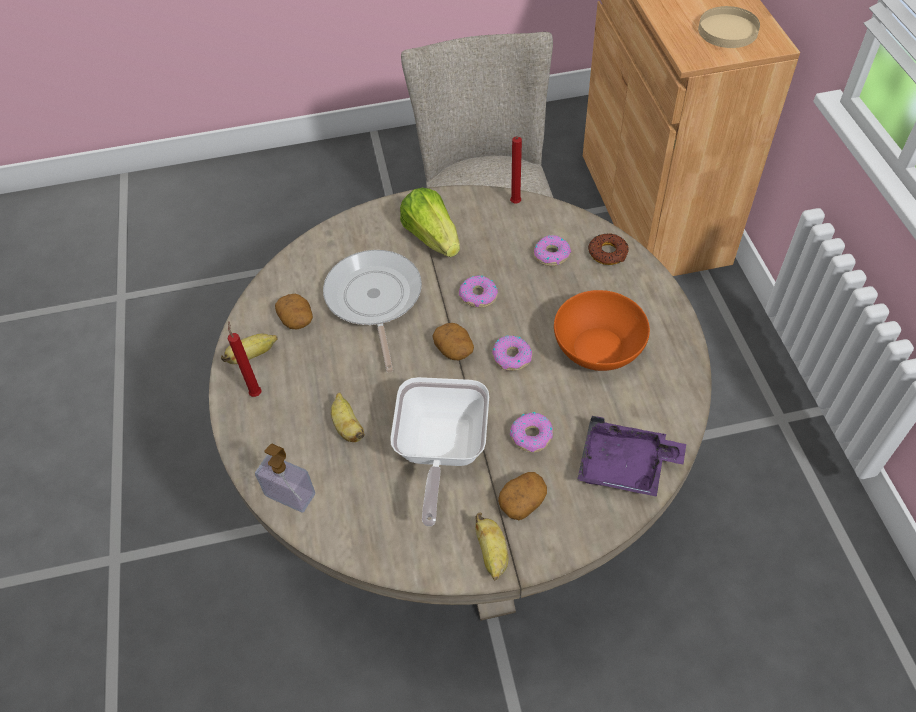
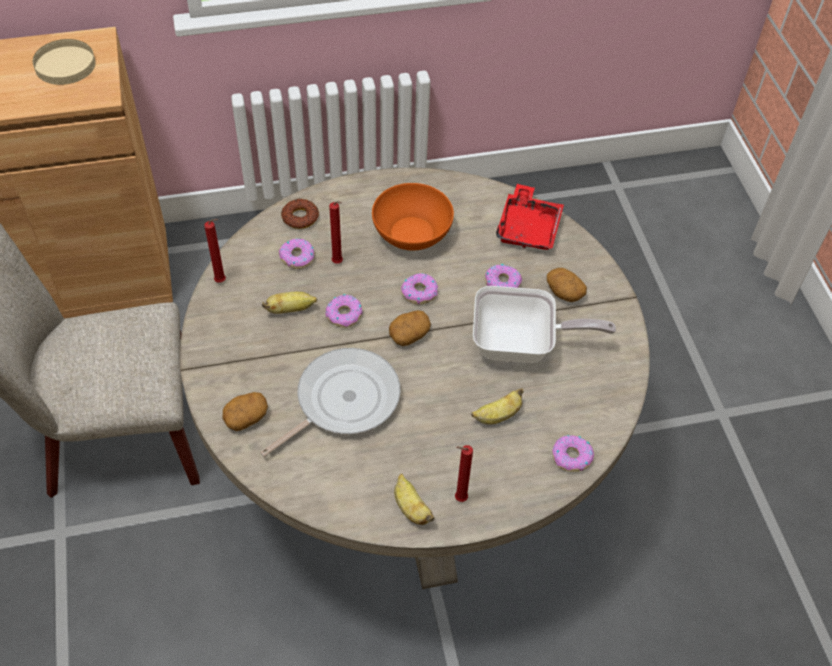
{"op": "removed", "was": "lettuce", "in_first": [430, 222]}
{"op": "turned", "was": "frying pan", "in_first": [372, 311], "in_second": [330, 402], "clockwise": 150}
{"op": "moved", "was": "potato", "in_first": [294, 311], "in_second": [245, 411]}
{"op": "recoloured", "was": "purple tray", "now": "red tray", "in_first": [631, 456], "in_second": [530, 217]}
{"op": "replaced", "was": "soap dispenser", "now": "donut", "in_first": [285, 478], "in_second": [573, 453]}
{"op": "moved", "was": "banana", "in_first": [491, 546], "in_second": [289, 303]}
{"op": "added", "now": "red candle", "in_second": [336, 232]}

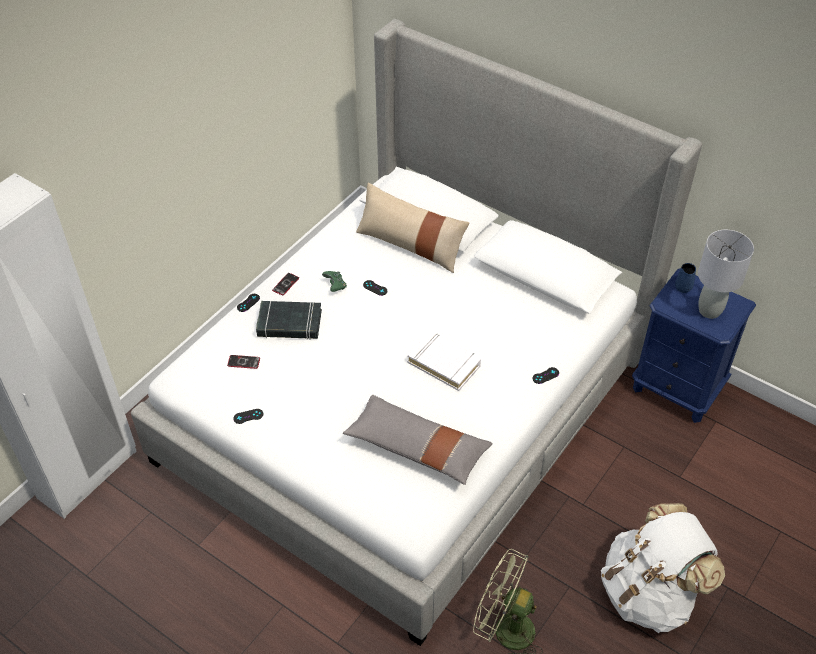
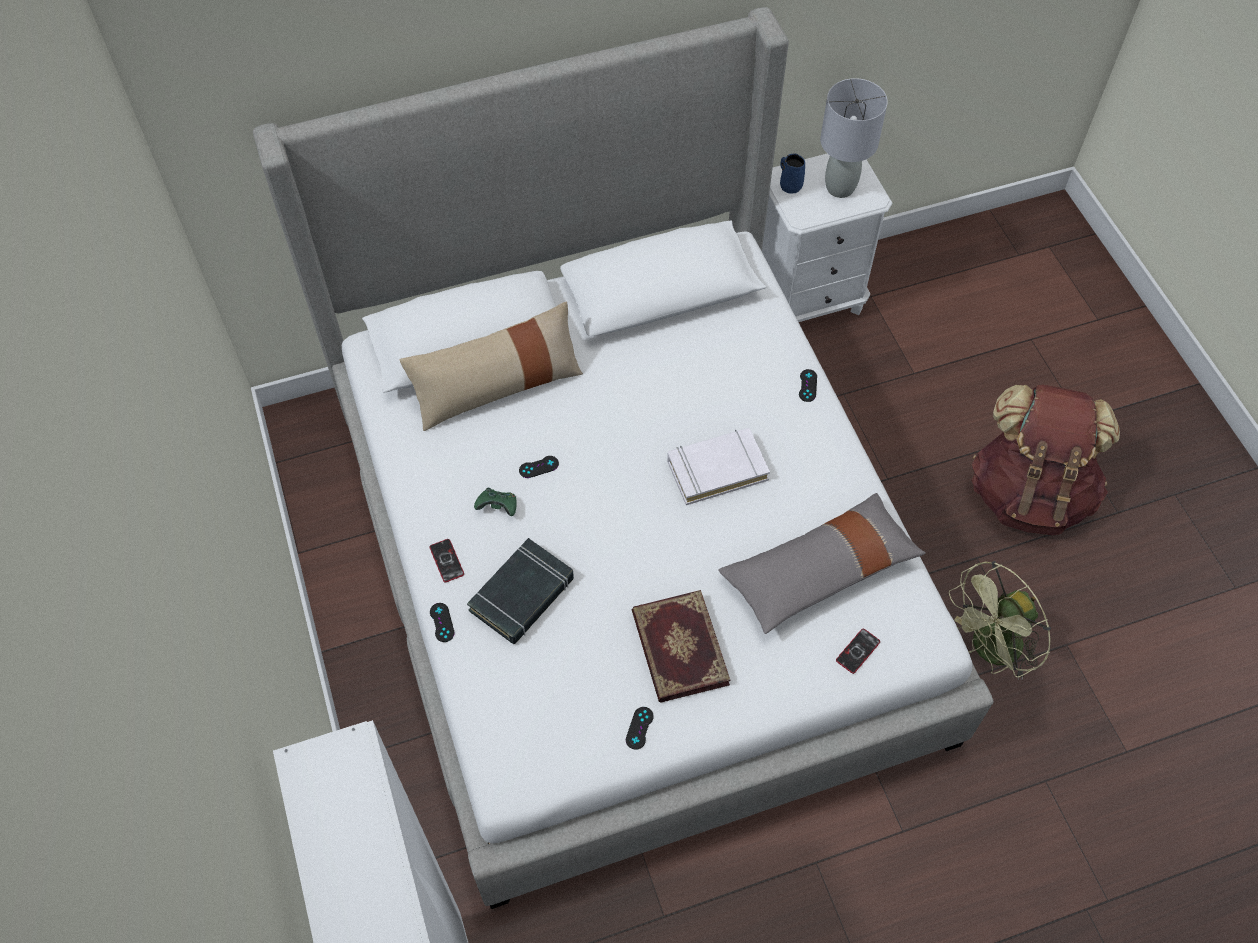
{"op": "recoloured", "was": "blue nightstand", "now": "white nightstand", "in_first": [694, 345], "in_second": [827, 238]}
{"op": "moved", "was": "phone", "in_first": [243, 362], "in_second": [858, 651]}
{"op": "recoloured", "was": "white backpack", "now": "brown backpack", "in_first": [663, 568], "in_second": [1046, 459]}
{"op": "added", "now": "book", "in_second": [681, 646]}

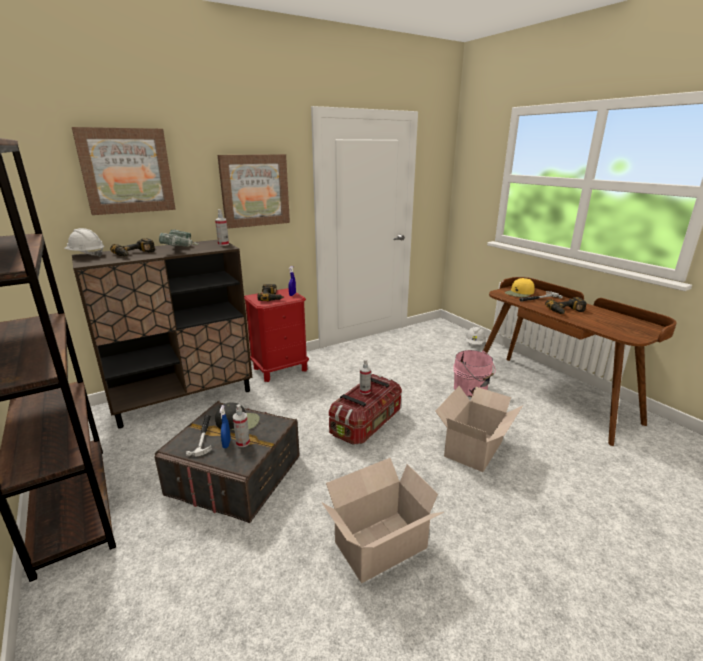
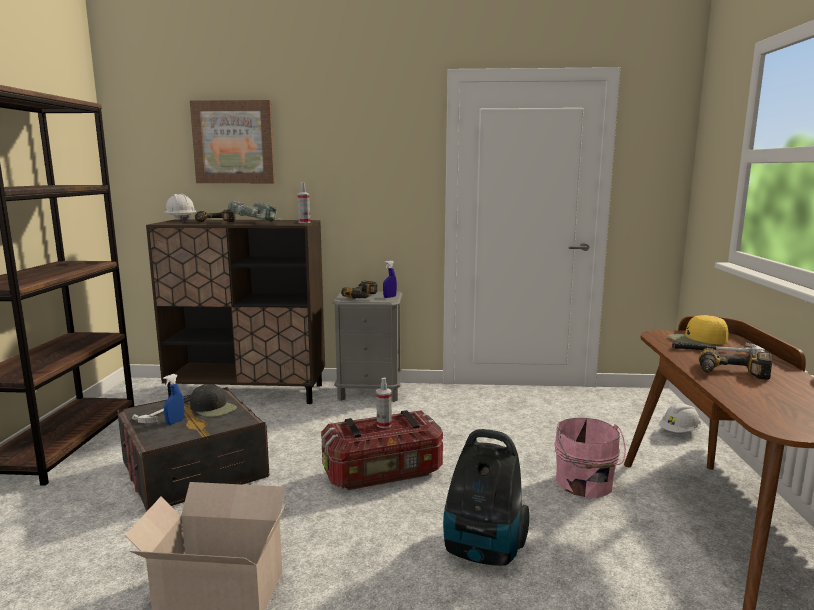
{"op": "removed", "was": "picture", "in_first": [254, 191]}
{"op": "recoloured", "was": "red nightstand", "now": "grey nightstand", "in_first": [276, 335], "in_second": [367, 346]}
{"op": "replaced", "was": "cardboard box", "now": "vacuum cleaner", "in_first": [479, 429], "in_second": [486, 497]}
{"op": "removed", "was": "spray bottle", "in_first": [241, 425]}

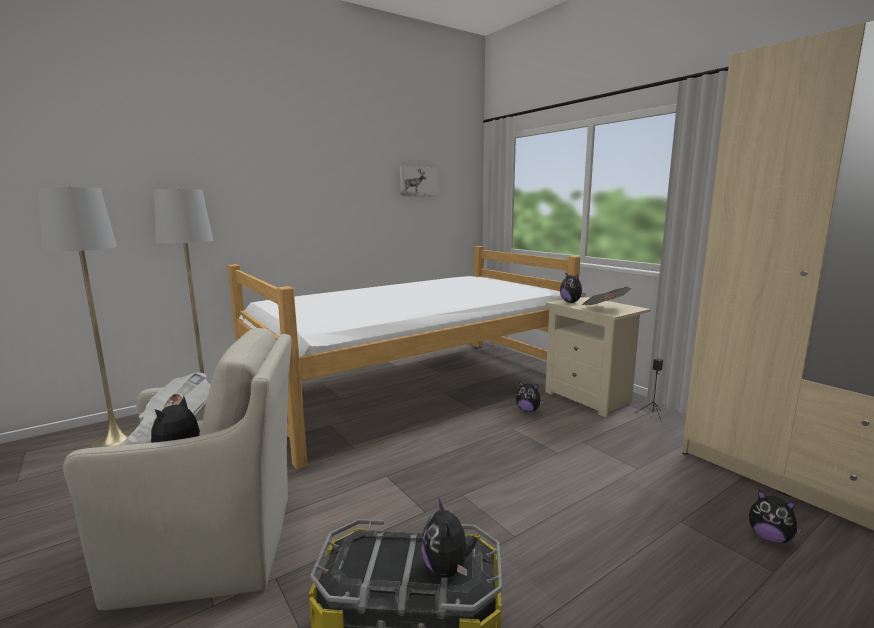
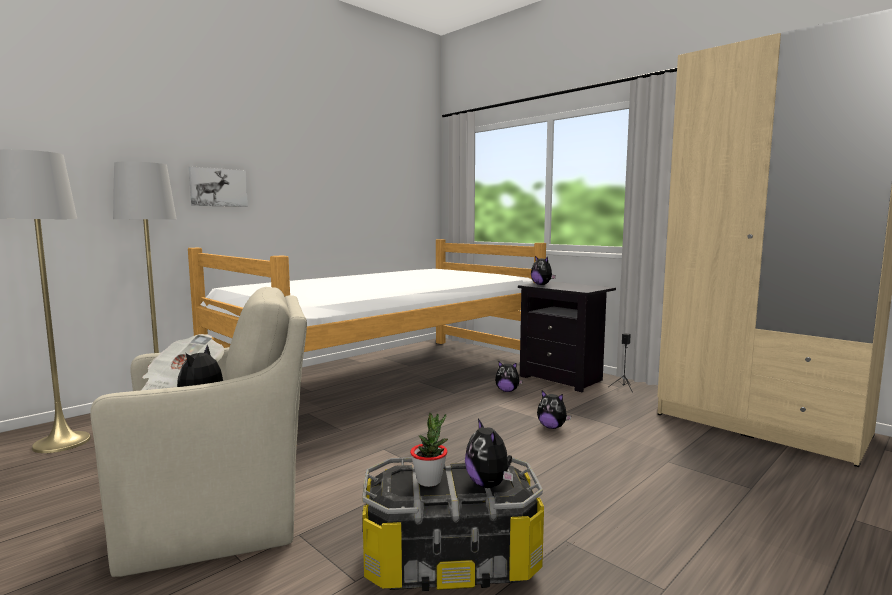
{"op": "moved", "was": "picture", "in_first": [419, 181], "in_second": [218, 186]}
{"op": "removed", "was": "newspaper", "in_first": [607, 296]}
{"op": "recoloured", "was": "beige nightstand", "now": "black nightstand", "in_first": [598, 357], "in_second": [567, 336]}
{"op": "moved", "was": "plush toy", "in_first": [775, 516], "in_second": [554, 410]}
{"op": "added", "now": "potted plant", "in_second": [429, 450]}

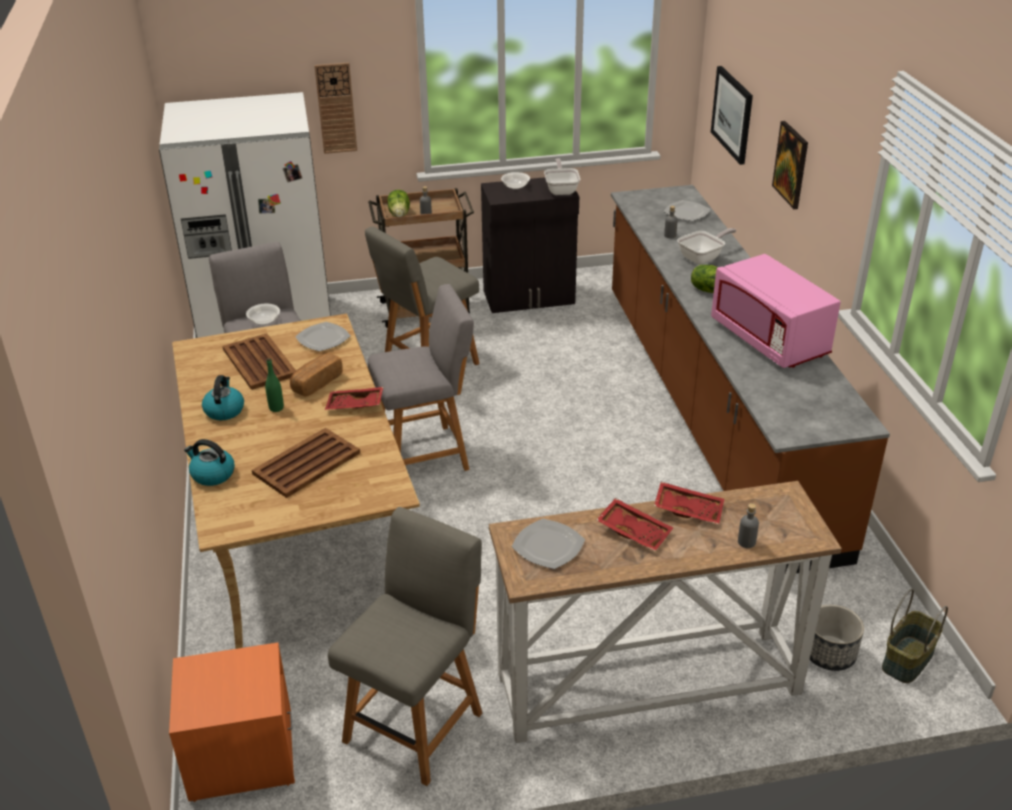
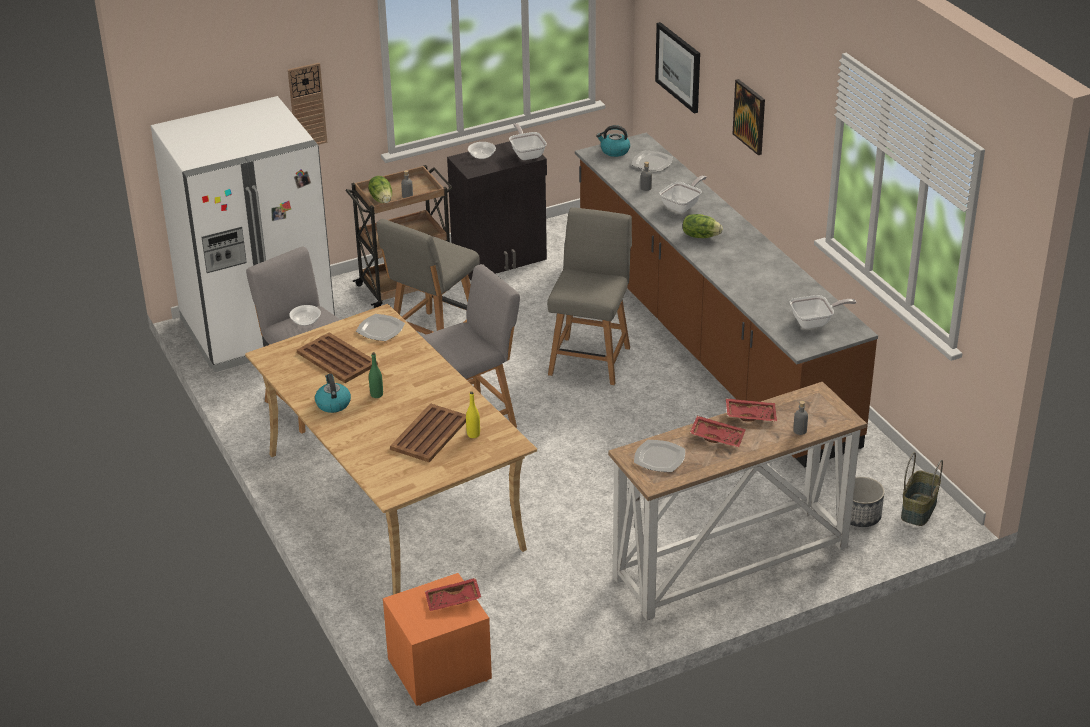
{"op": "removed", "was": "pink microwave", "in_first": [776, 311]}
{"op": "removed", "was": "bread", "in_first": [316, 375]}
{"op": "moved", "was": "red tray", "in_first": [354, 398], "in_second": [453, 594]}
{"op": "moved", "was": "kettle", "in_first": [209, 462], "in_second": [613, 141]}
{"op": "moved", "was": "grey chair", "in_first": [405, 646], "in_second": [589, 296]}
{"op": "added", "now": "frying pan", "in_second": [823, 312]}
{"op": "added", "now": "yellow bottle", "in_second": [473, 415]}

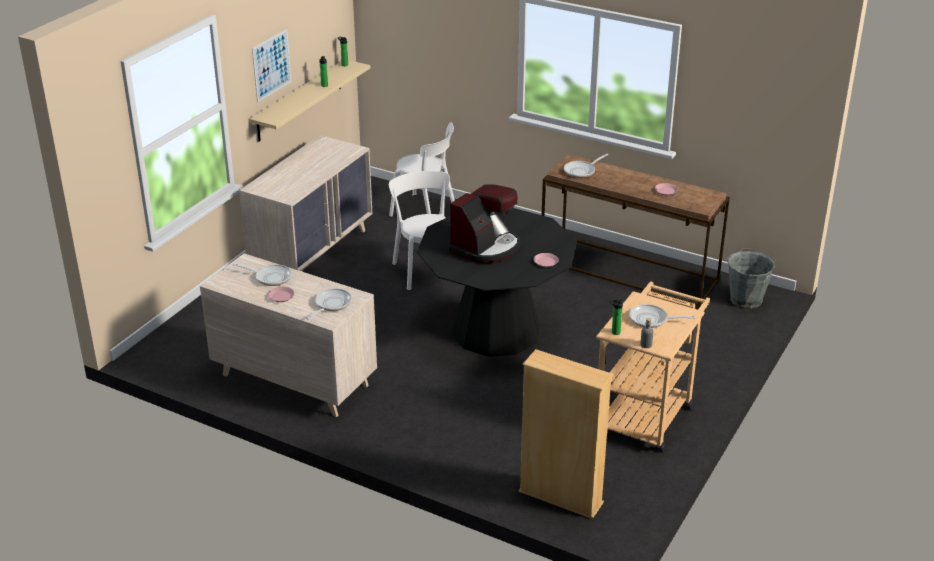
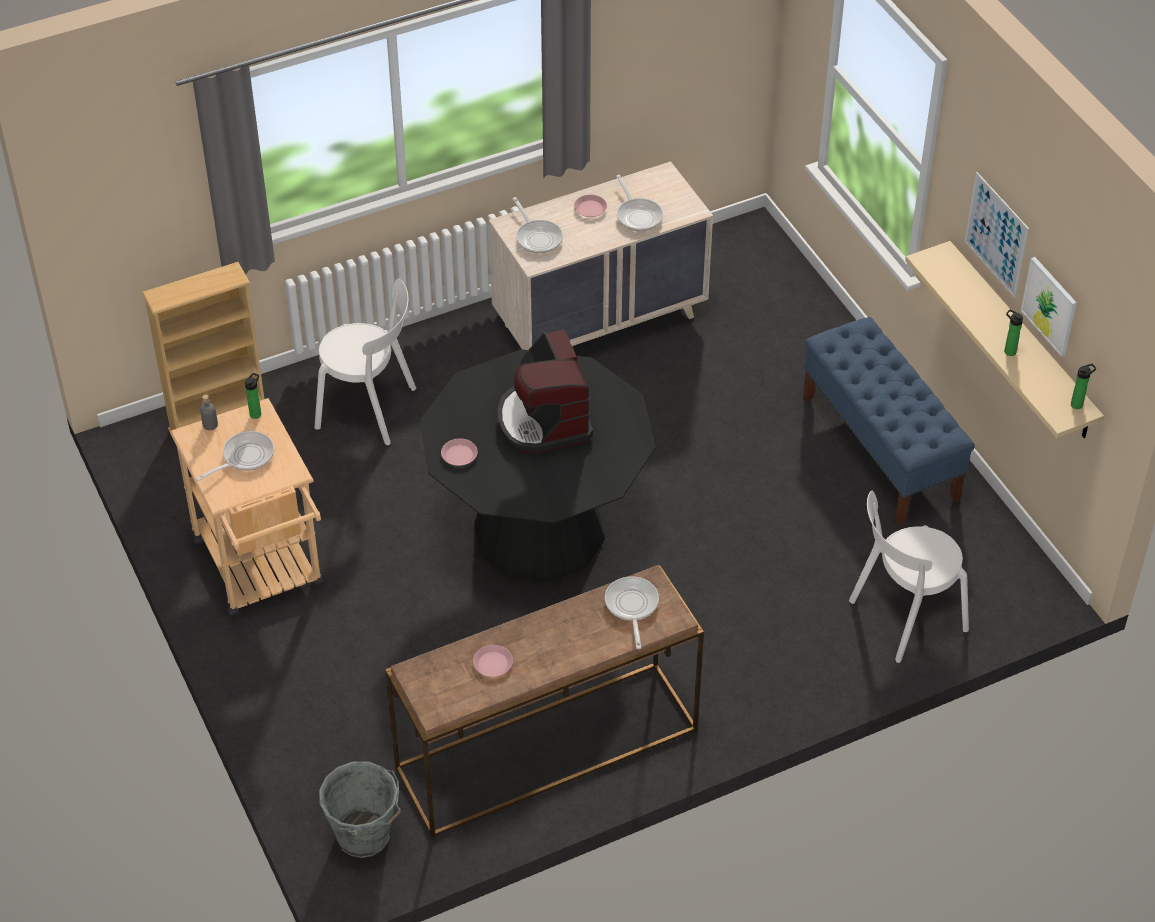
{"op": "replaced", "was": "beige dresser", "now": "blue bench", "in_first": [306, 203], "in_second": [889, 421]}
{"op": "moved", "was": "white chair", "in_first": [419, 230], "in_second": [365, 362]}
{"op": "turned", "was": "frying pan", "in_first": [262, 274], "in_second": [639, 203], "clockwise": -75}
{"op": "added", "now": "picture", "in_second": [1049, 307]}

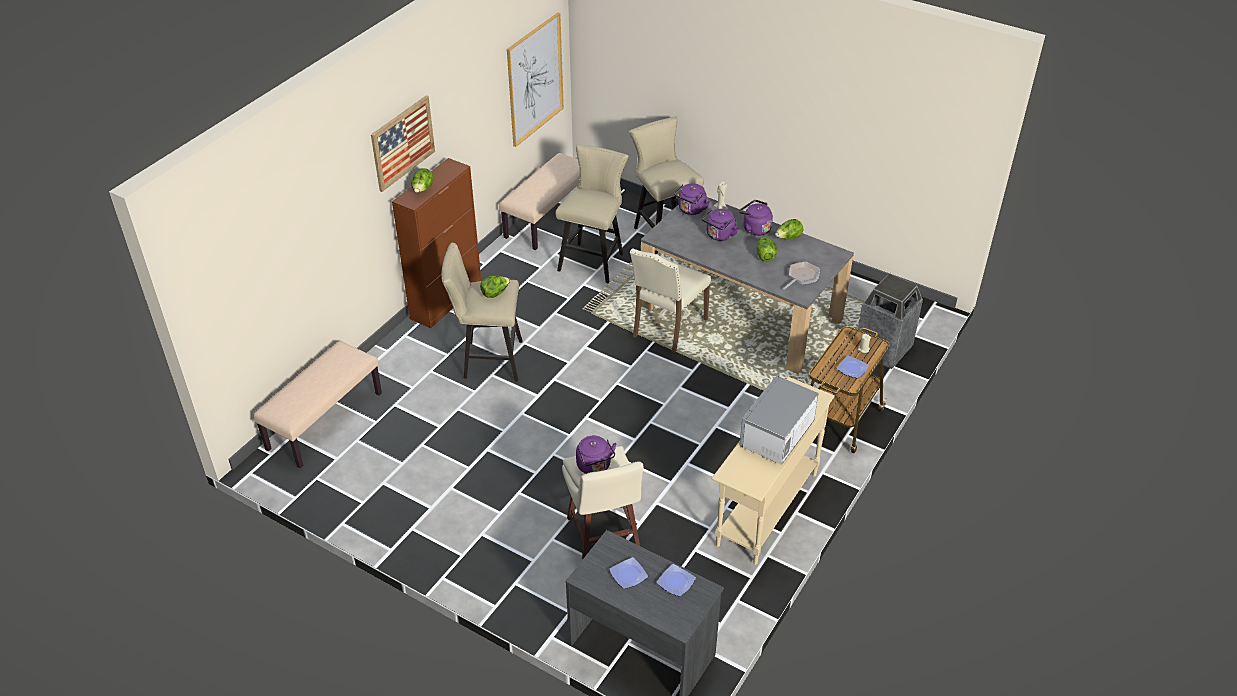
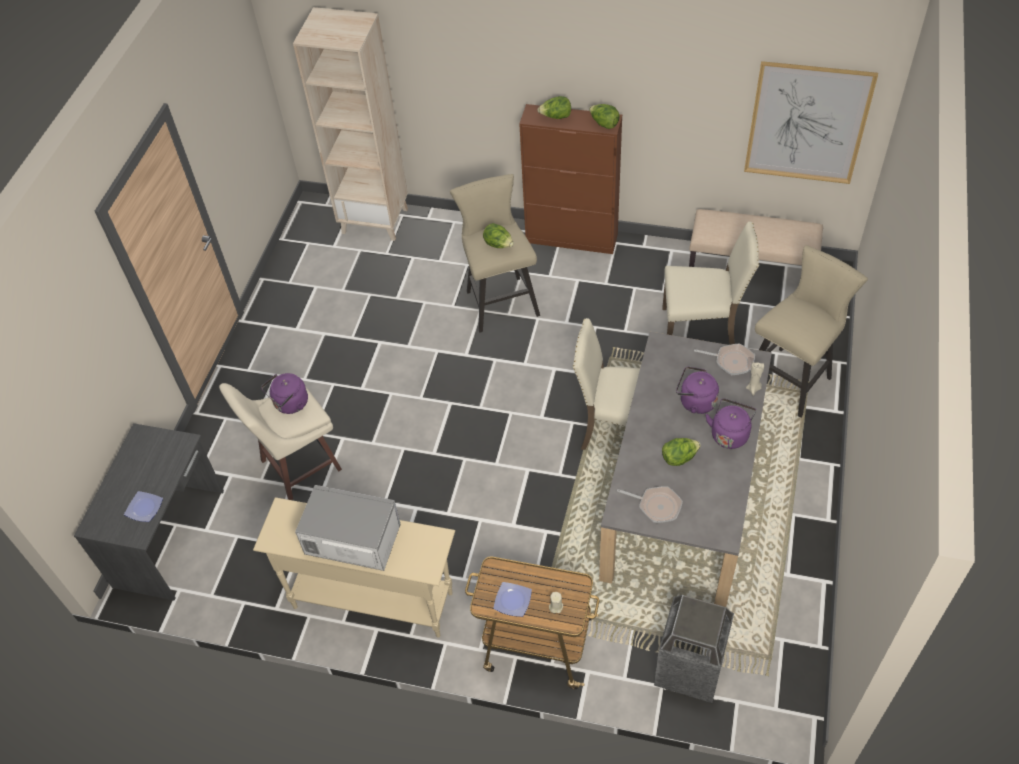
{"op": "removed", "was": "picture", "in_first": [403, 143]}
{"op": "replaced", "was": "beige stool", "now": "beige chair", "in_first": [592, 214], "in_second": [710, 283]}
{"op": "replaced", "was": "purple kettle", "now": "frying pan", "in_first": [692, 199], "in_second": [724, 359]}
{"op": "moved", "was": "lettuce", "in_first": [789, 229], "in_second": [604, 116]}
{"op": "replaced", "was": "beige bench", "now": "beige bookcase", "in_first": [317, 404], "in_second": [350, 124]}
{"op": "removed", "was": "plate", "in_first": [628, 573]}

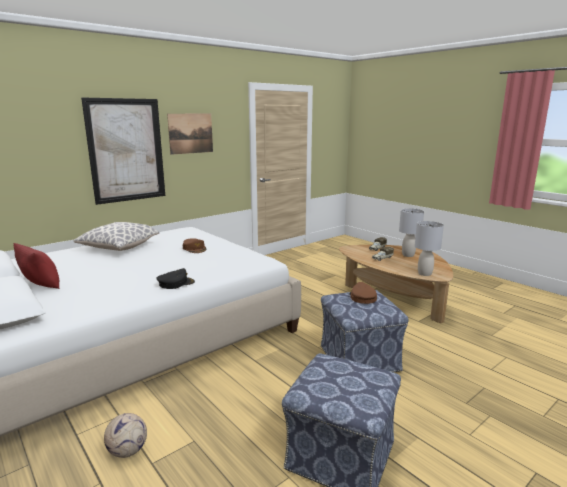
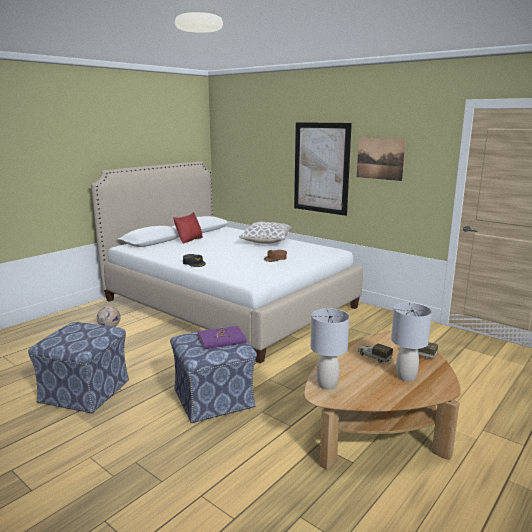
{"op": "replaced", "was": "brown cap", "now": "purple book", "in_first": [363, 293], "in_second": [221, 337]}

